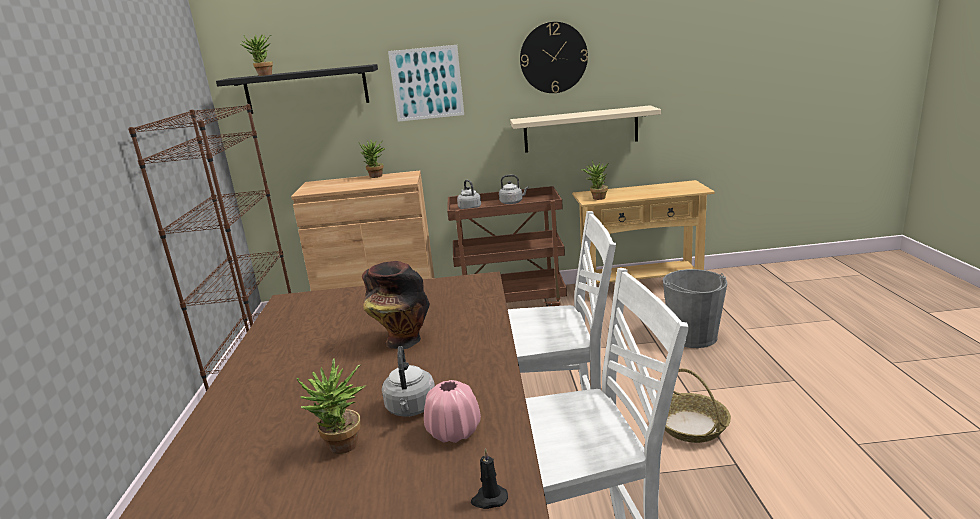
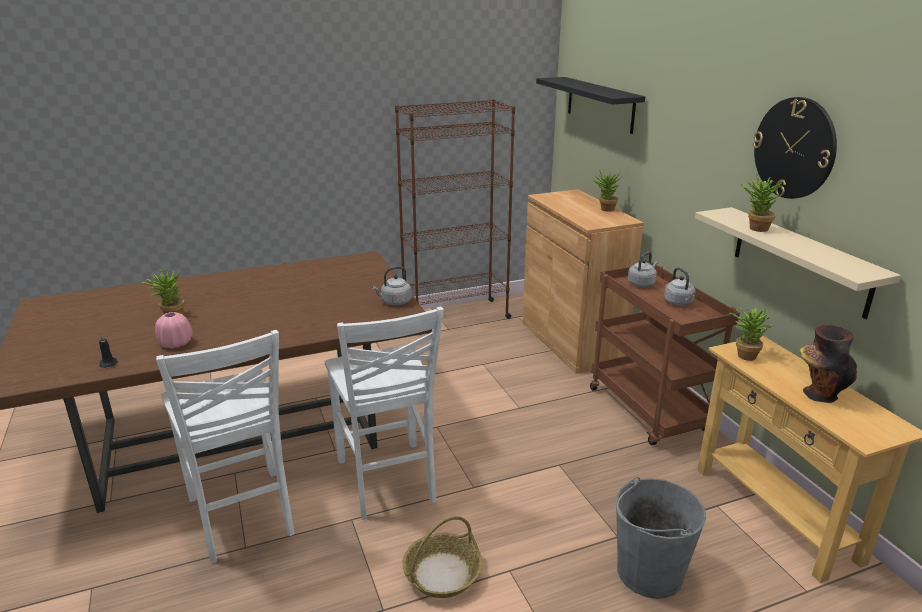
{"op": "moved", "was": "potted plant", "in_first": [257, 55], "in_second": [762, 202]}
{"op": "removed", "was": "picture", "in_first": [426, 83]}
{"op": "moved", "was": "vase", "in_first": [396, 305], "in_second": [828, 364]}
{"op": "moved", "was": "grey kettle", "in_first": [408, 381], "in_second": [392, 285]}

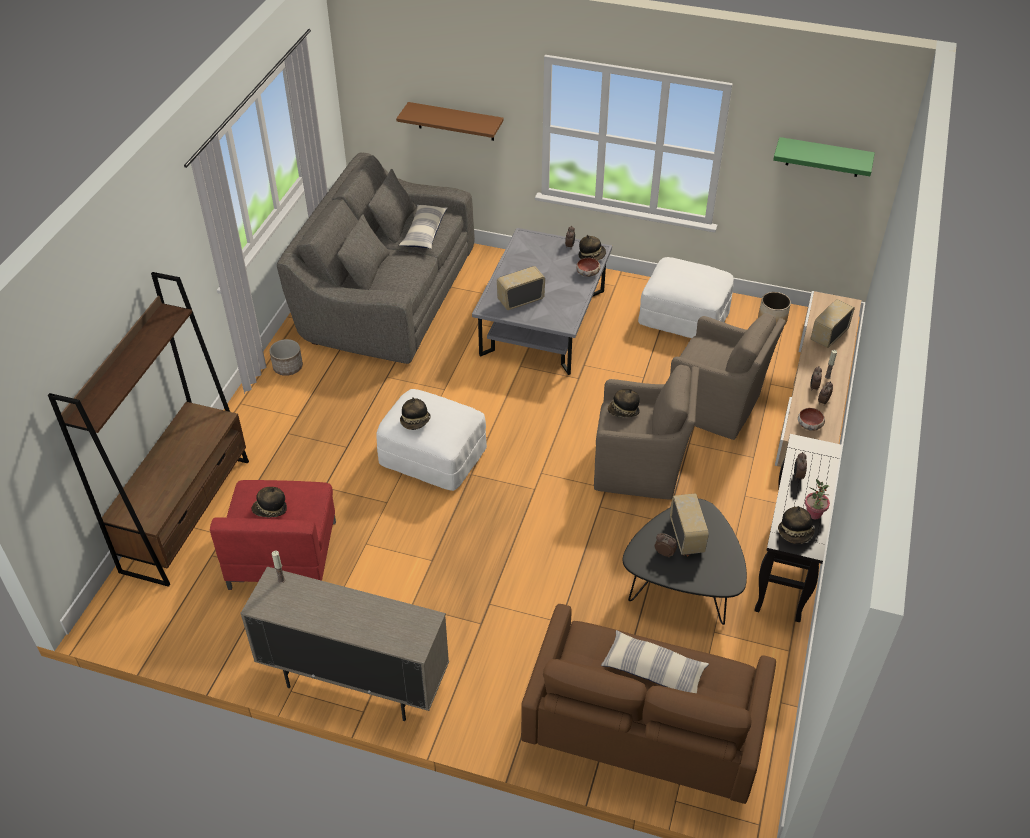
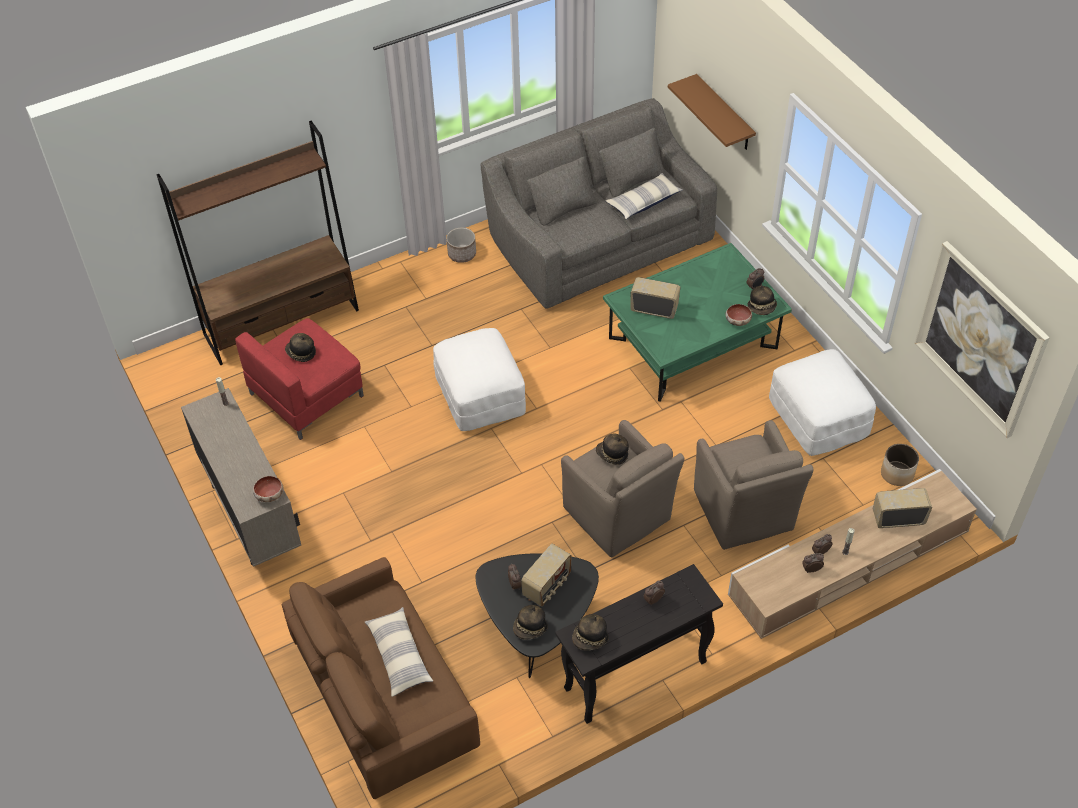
{"op": "replaced", "was": "green shelf", "now": "picture", "in_first": [824, 157], "in_second": [982, 339]}
{"op": "recoloured", "was": "grey coffee table", "now": "green coffee table", "in_first": [542, 301], "in_second": [697, 322]}
{"op": "moved", "was": "hat", "in_first": [415, 413], "in_second": [530, 622]}
{"op": "moved", "was": "bowl", "in_first": [811, 419], "in_second": [268, 489]}
{"op": "removed", "was": "potted plant", "in_first": [817, 499]}

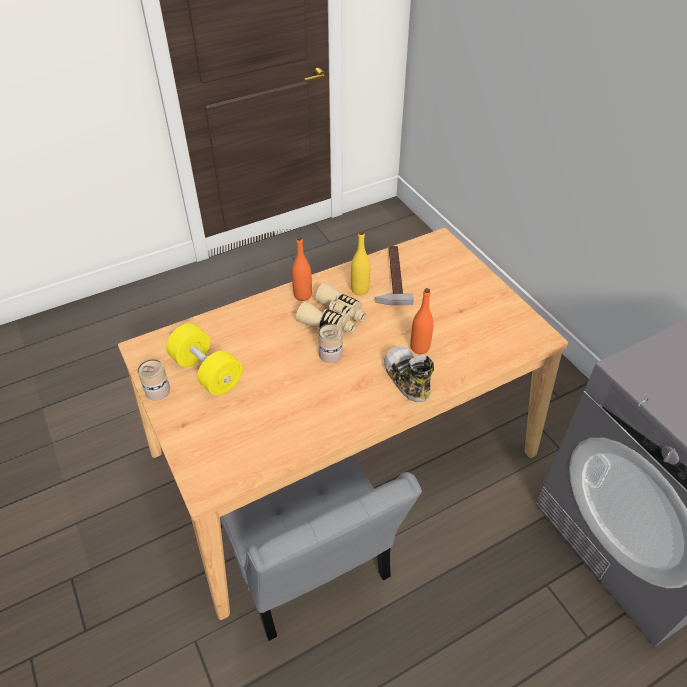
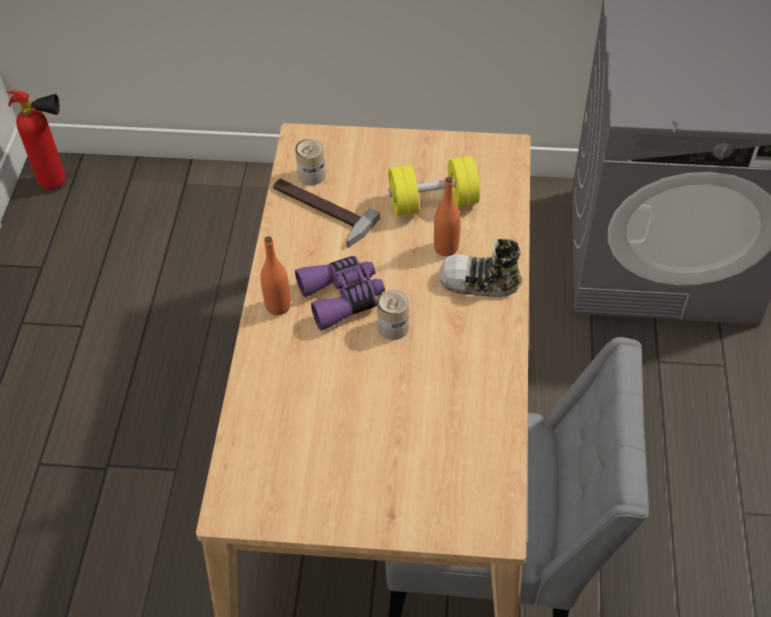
{"op": "removed", "was": "yellow bottle", "in_first": [360, 263]}
{"op": "recoloured", "was": "beige binoculars", "now": "purple binoculars", "in_first": [331, 308], "in_second": [340, 293]}
{"op": "moved", "was": "yellow dumbbell", "in_first": [204, 359], "in_second": [434, 186]}
{"op": "moved", "was": "can", "in_first": [153, 379], "in_second": [310, 162]}
{"op": "added", "now": "fire extinguisher", "in_second": [36, 139]}

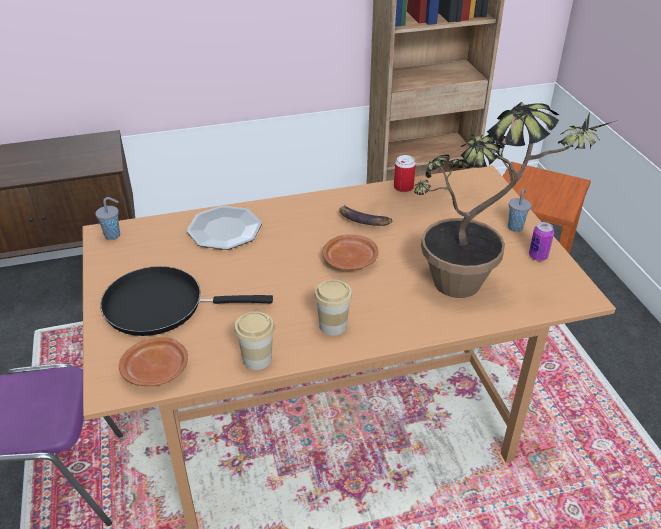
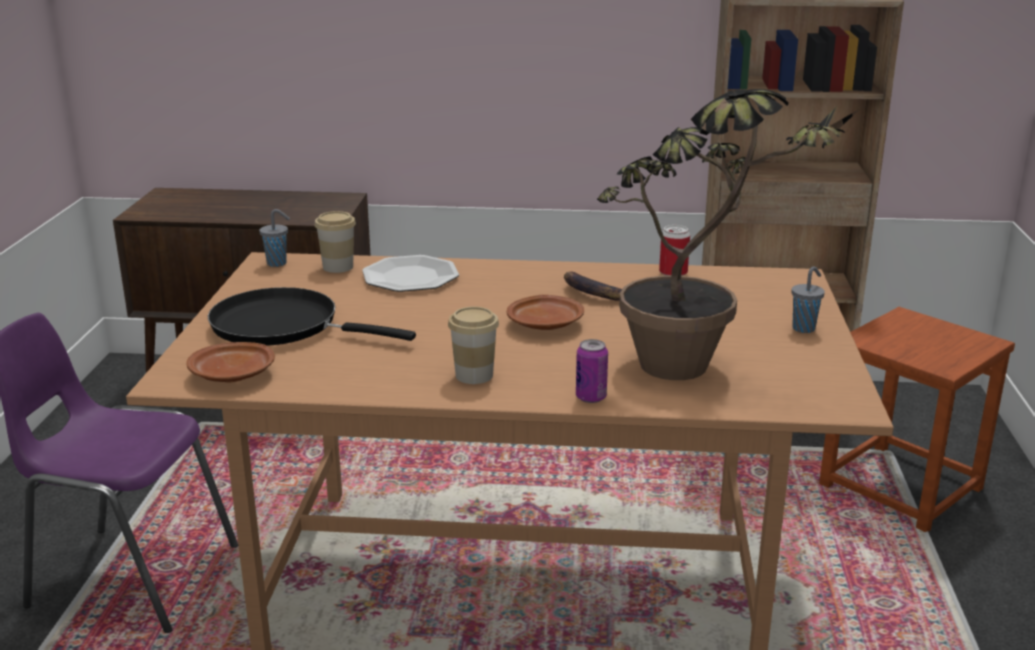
{"op": "moved", "was": "can", "in_first": [541, 241], "in_second": [592, 371]}
{"op": "moved", "was": "cup", "in_first": [255, 340], "in_second": [335, 242]}

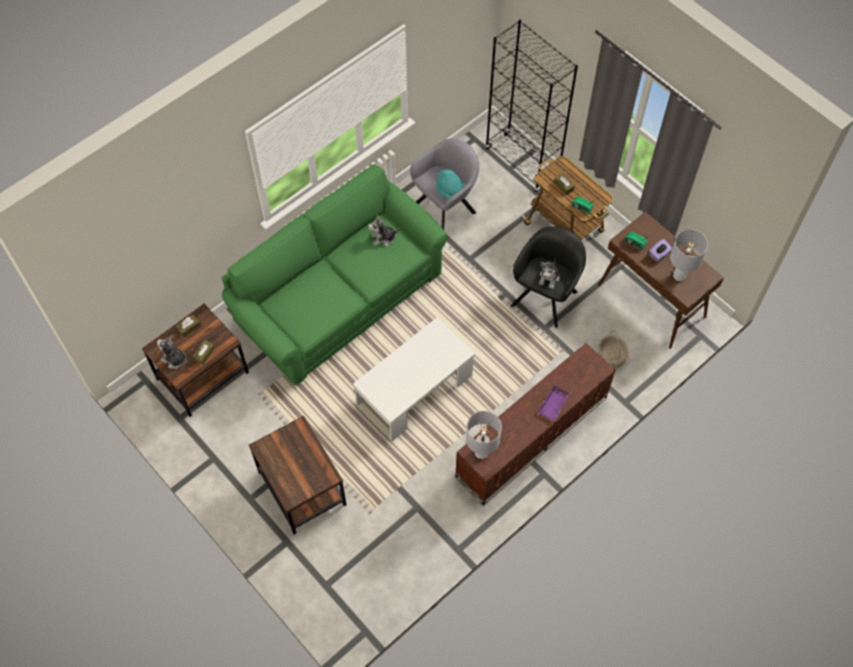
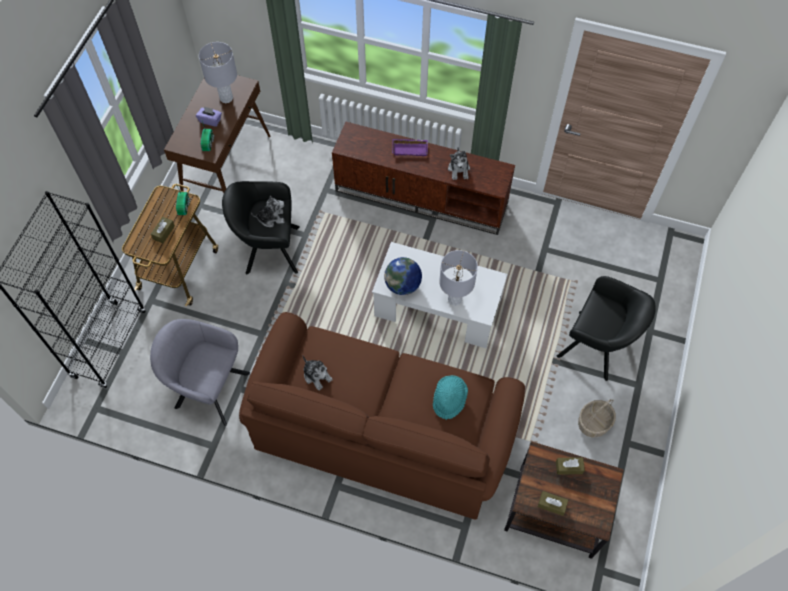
{"op": "recoloured", "was": "green sofa", "now": "brown sofa", "in_first": [335, 274], "in_second": [382, 416]}
{"op": "moved", "was": "turquoise hat", "in_first": [450, 184], "in_second": [450, 397]}
{"op": "moved", "was": "basket", "in_first": [613, 349], "in_second": [597, 418]}
{"op": "moved", "was": "plush toy", "in_first": [172, 352], "in_second": [459, 164]}
{"op": "moved", "was": "grey table lamp", "in_first": [484, 435], "in_second": [458, 278]}
{"op": "replaced", "was": "brown side table", "now": "black armchair", "in_first": [298, 475], "in_second": [606, 328]}
{"op": "added", "now": "globe", "in_second": [403, 276]}

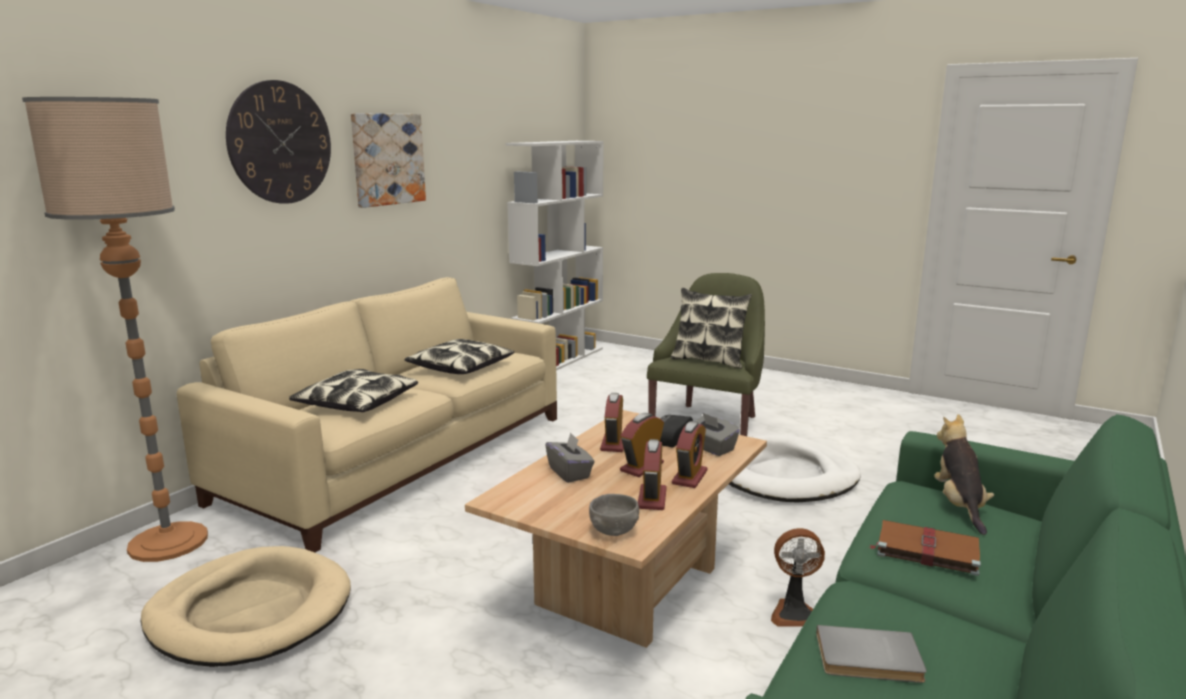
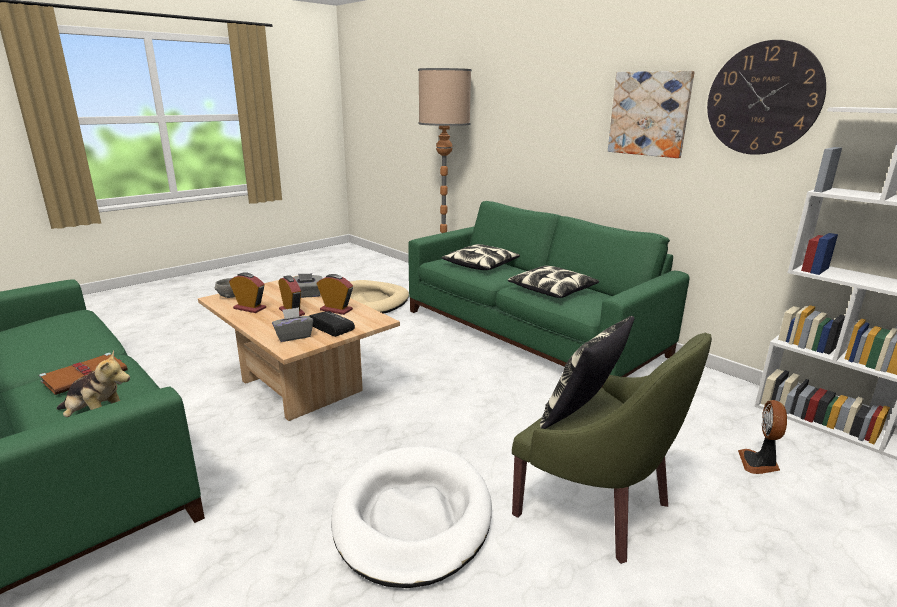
{"op": "moved", "was": "wall clock", "in_first": [278, 142], "in_second": [766, 97]}
{"op": "recoloured", "was": "beige sofa", "now": "green sofa", "in_first": [367, 414], "in_second": [548, 294]}
{"op": "removed", "was": "alarm clock", "in_first": [690, 454]}
{"op": "moved", "was": "fan", "in_first": [798, 577], "in_second": [762, 437]}
{"op": "removed", "was": "grey book", "in_first": [871, 654]}

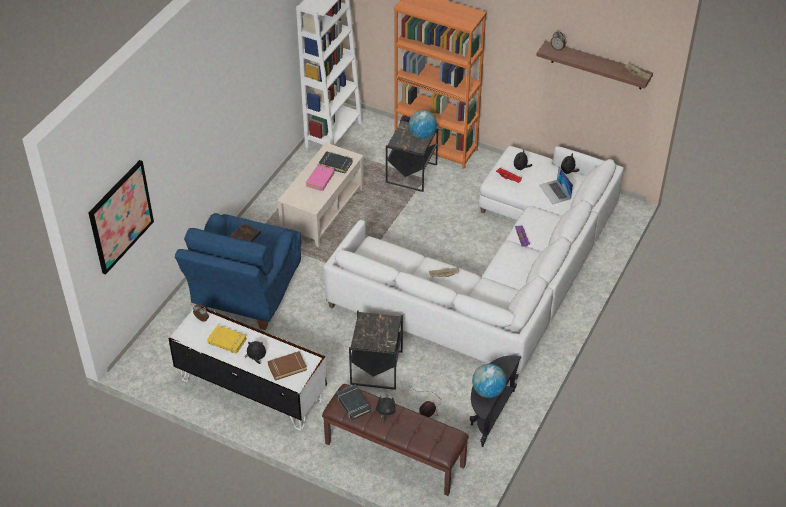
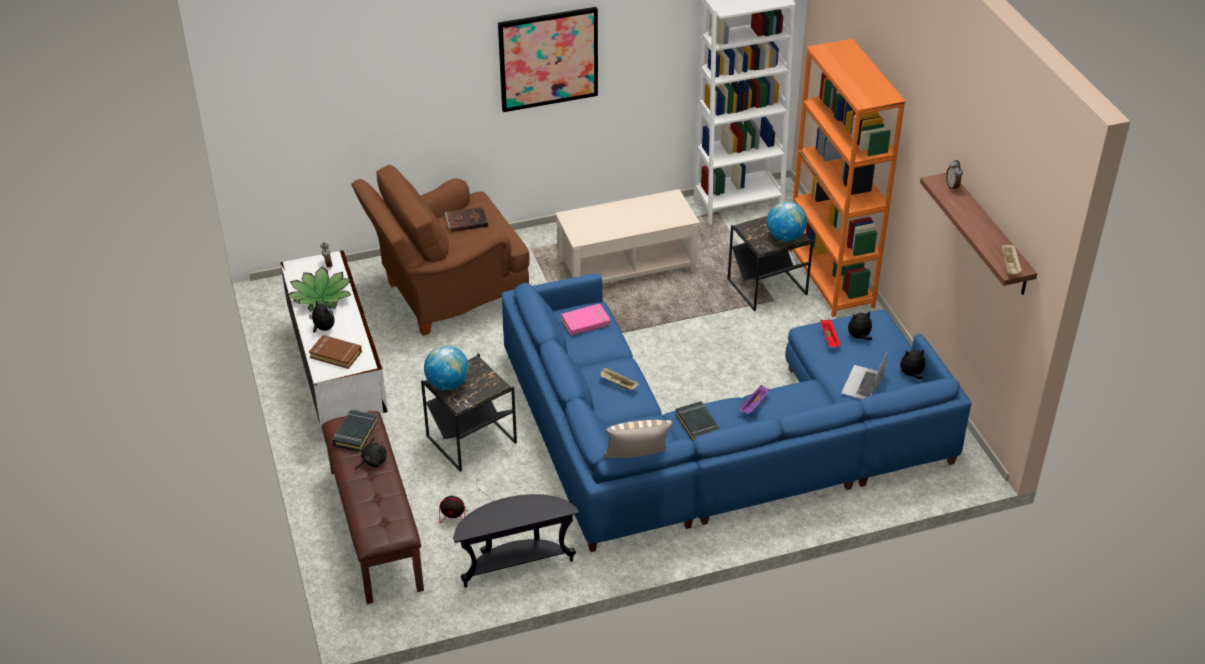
{"op": "recoloured", "was": "white sofa", "now": "blue sofa", "in_first": [474, 263], "in_second": [736, 413]}
{"op": "moved", "was": "black book", "in_first": [335, 162], "in_second": [697, 421]}
{"op": "moved", "was": "picture", "in_first": [121, 217], "in_second": [548, 59]}
{"op": "moved", "was": "pink book", "in_first": [320, 178], "in_second": [585, 320]}
{"op": "recoloured", "was": "blue armchair", "now": "brown armchair", "in_first": [238, 271], "in_second": [440, 250]}
{"op": "replaced", "was": "yellow book", "now": "potted plant", "in_first": [227, 339], "in_second": [319, 289]}
{"op": "moved", "was": "globe", "in_first": [489, 381], "in_second": [446, 367]}
{"op": "added", "now": "pillow", "in_second": [638, 439]}

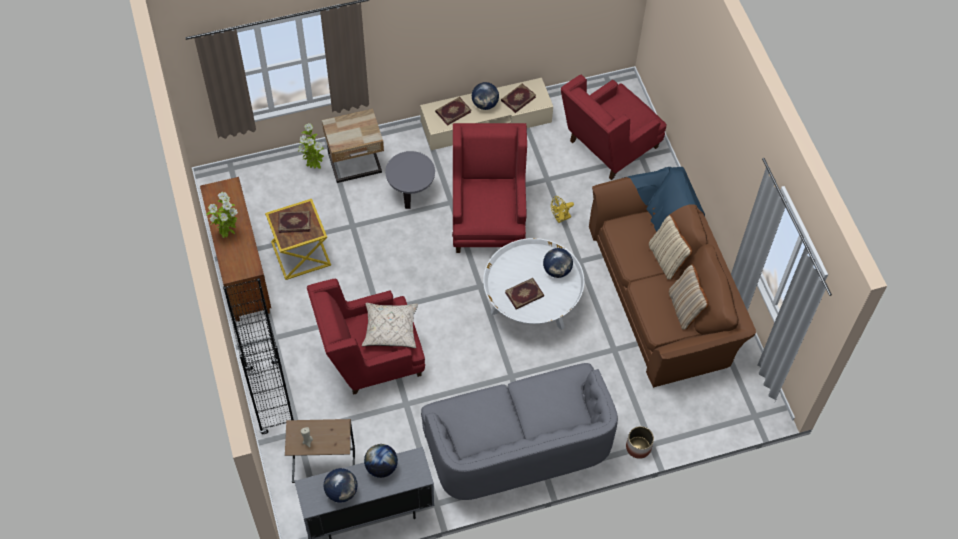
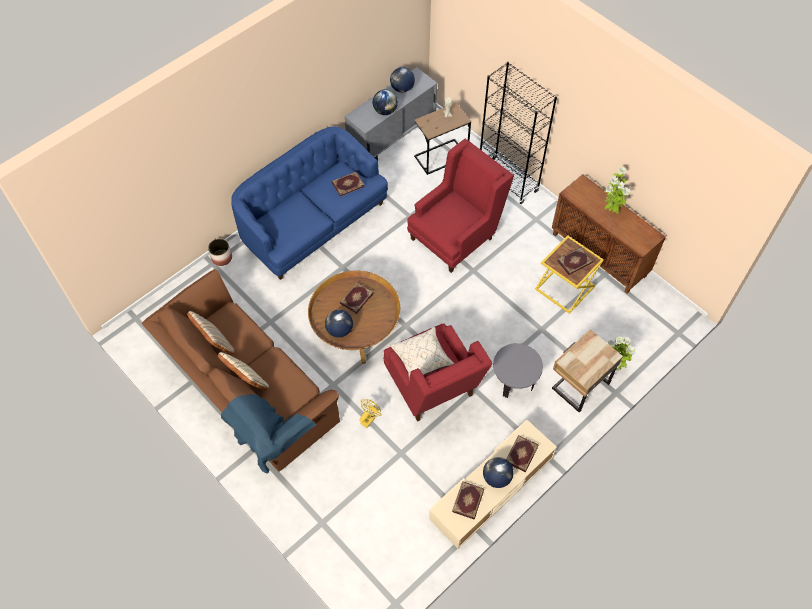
{"op": "removed", "was": "red armchair", "in_first": [614, 127]}
{"op": "recoloured", "was": "white coffee table", "now": "brown coffee table", "in_first": [533, 284], "in_second": [354, 317]}
{"op": "moved", "was": "beige pillow", "in_first": [390, 325], "in_second": [422, 353]}
{"op": "recoloured", "was": "grey sofa", "now": "blue sofa", "in_first": [519, 431], "in_second": [309, 203]}
{"op": "added", "now": "book", "in_second": [348, 184]}

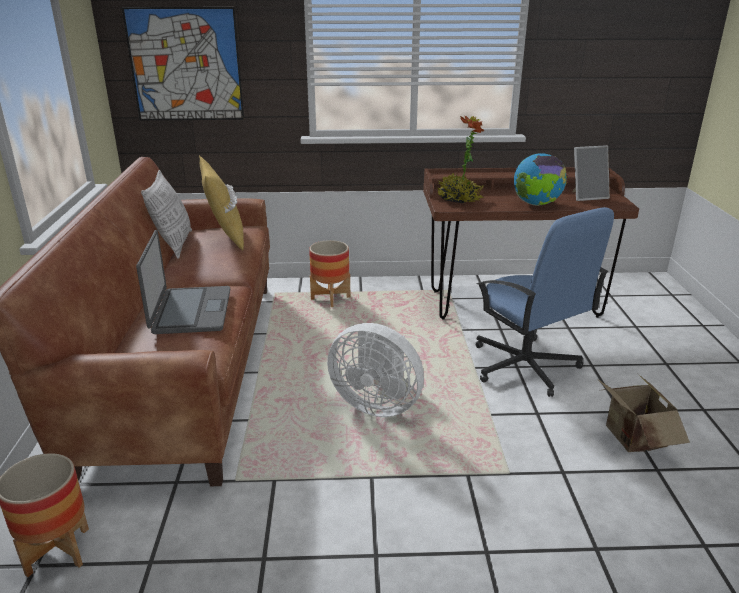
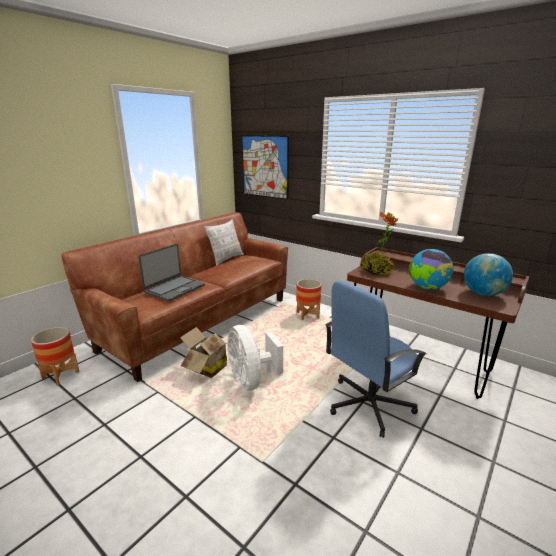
{"op": "replaced", "was": "picture frame", "now": "globe", "in_first": [591, 173], "in_second": [488, 274]}
{"op": "removed", "was": "yellow pillow", "in_first": [221, 203]}
{"op": "turned", "was": "blue office chair", "in_first": [544, 302], "in_second": [376, 359], "clockwise": 45}
{"op": "moved", "was": "cardboard box", "in_first": [644, 413], "in_second": [203, 352]}

